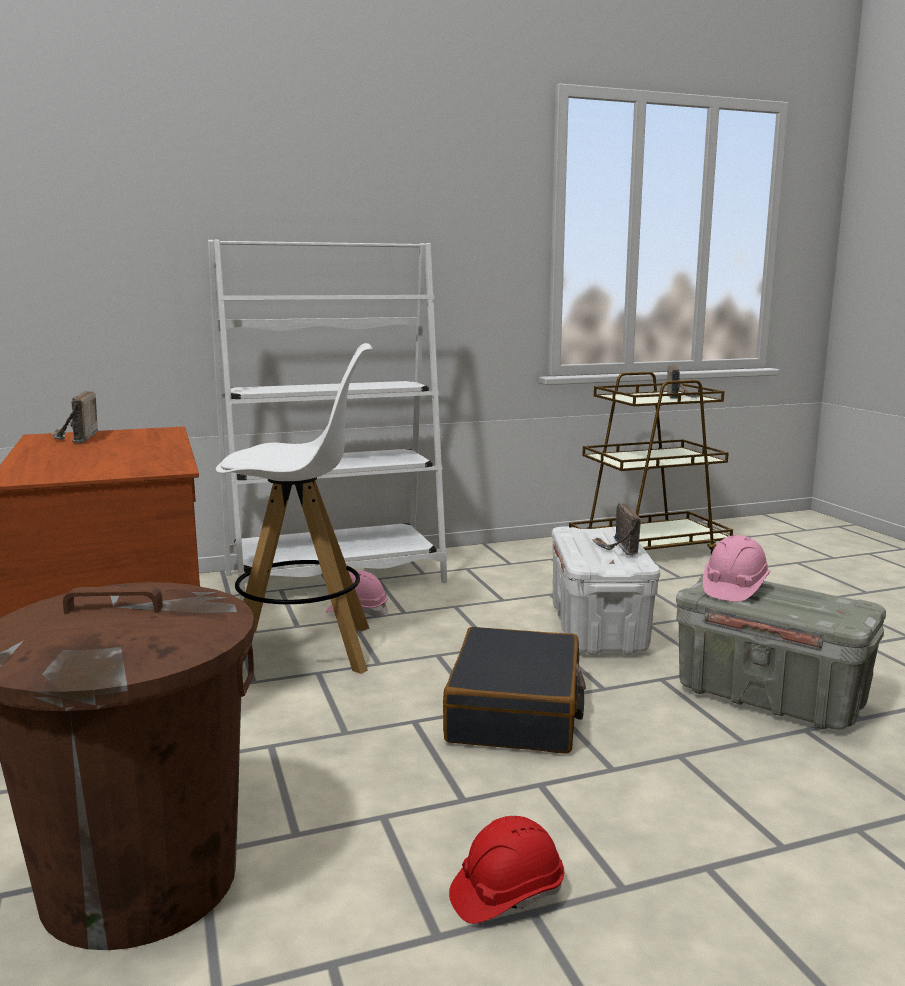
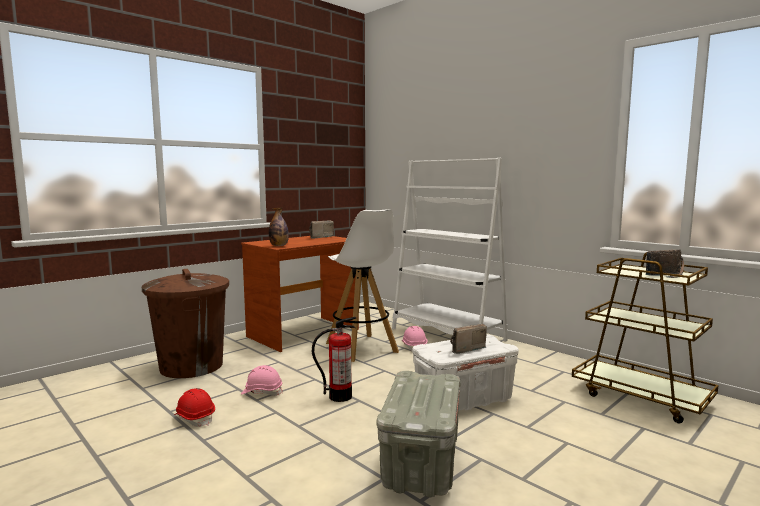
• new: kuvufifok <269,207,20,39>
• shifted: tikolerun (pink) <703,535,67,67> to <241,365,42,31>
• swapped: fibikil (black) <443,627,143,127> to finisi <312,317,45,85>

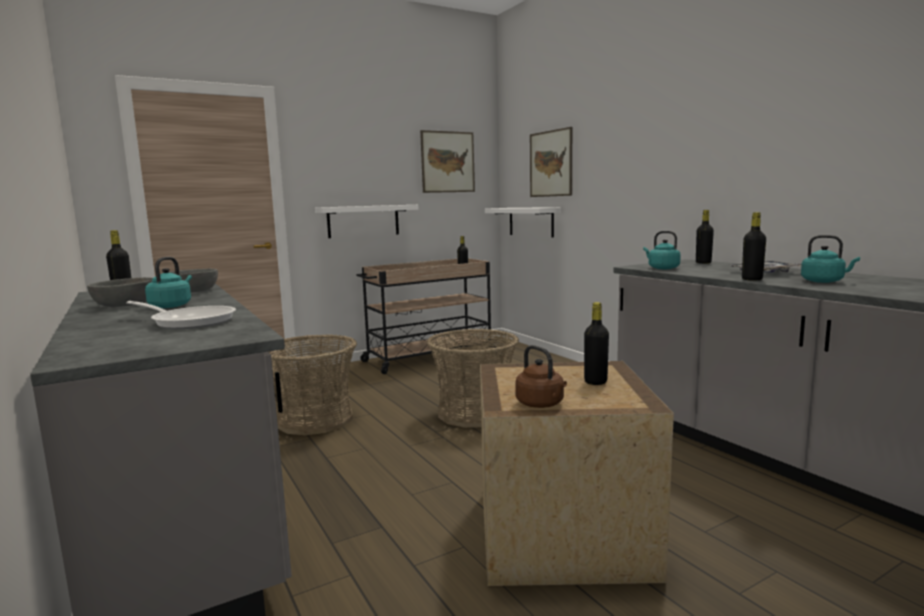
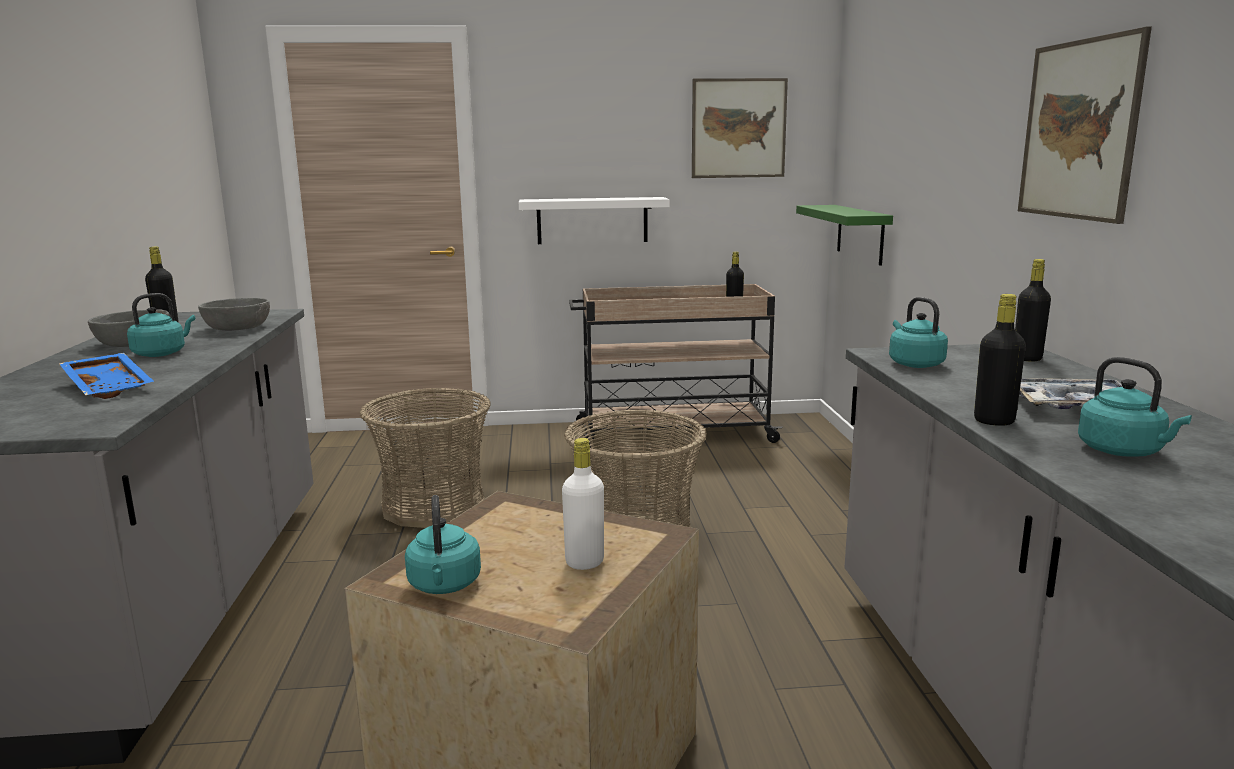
• shifted: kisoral <530,127,42,70> to <1018,27,134,197>
• swapped: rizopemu <126,301,110,28> to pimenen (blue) <59,353,95,46>
• repainted: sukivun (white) <485,207,76,31> to sukivun (green) <796,205,97,61>
• repainted: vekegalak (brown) <515,345,52,63> to vekegalak (turquoise) <405,495,76,99>
• repainted: kuvufifok (black) <584,302,25,83> to kuvufifok (white) <562,438,42,132>

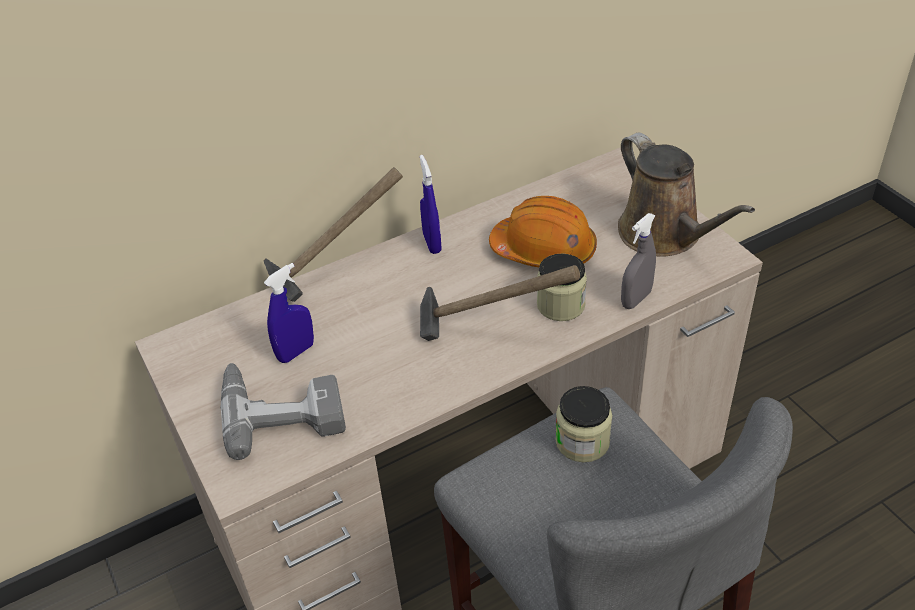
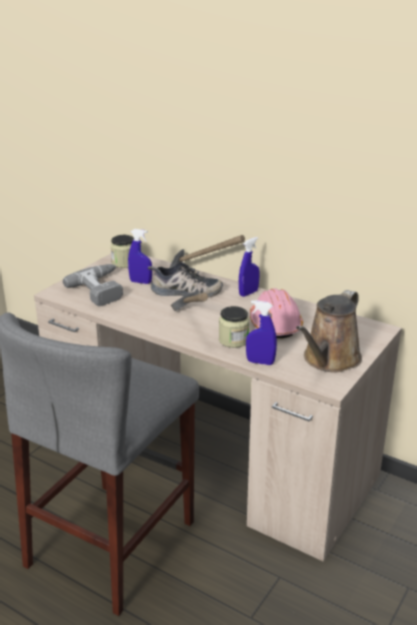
• new: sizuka <148,262,75,36>
• shifted: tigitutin <555,386,57,76> to <110,235,24,33>
• repainted: tikolerun (orange) <489,196,108,71> to tikolerun (pink) <250,288,53,50>
• repainted: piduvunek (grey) <621,213,35,96> to piduvunek (blue) <246,300,31,65>

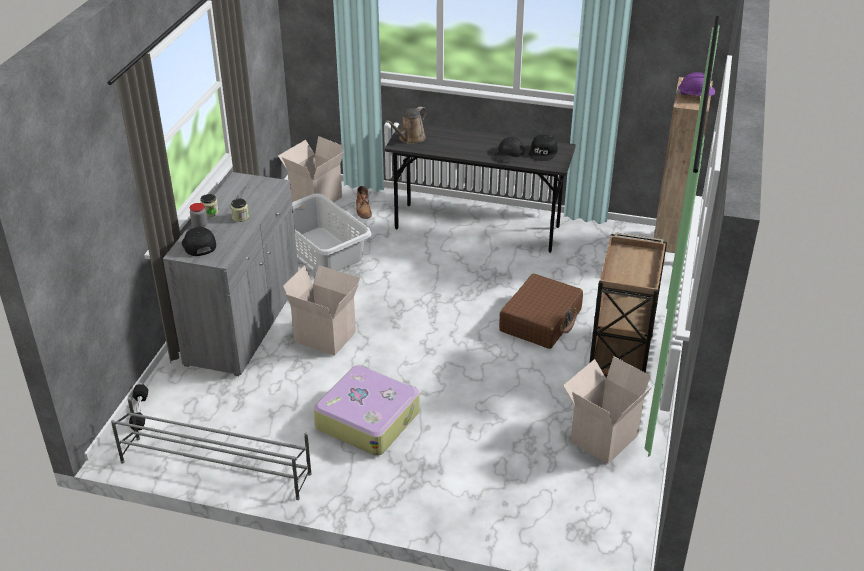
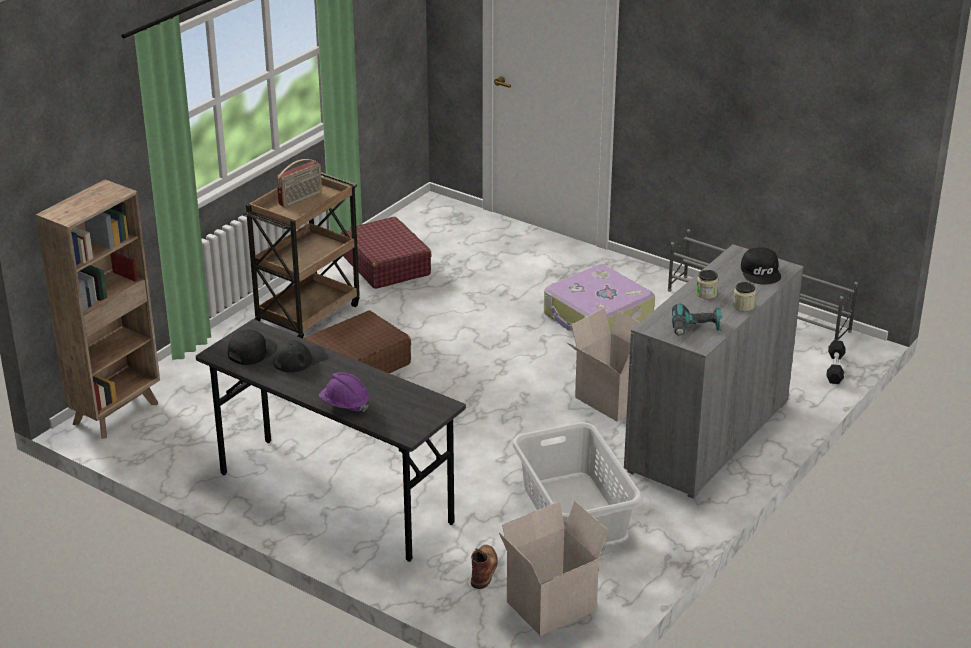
• gone: tigitutin <190,203,17,25>
• gone: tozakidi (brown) <385,107,42,37>
• new: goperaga <277,159,45,49>
• new: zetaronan <672,304,50,32>
• shifted: tikolerun (purple) <677,72,38,24> to <319,372,50,40>
• swapped: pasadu <563,357,90,107> to fibikil (red) <341,217,91,72>

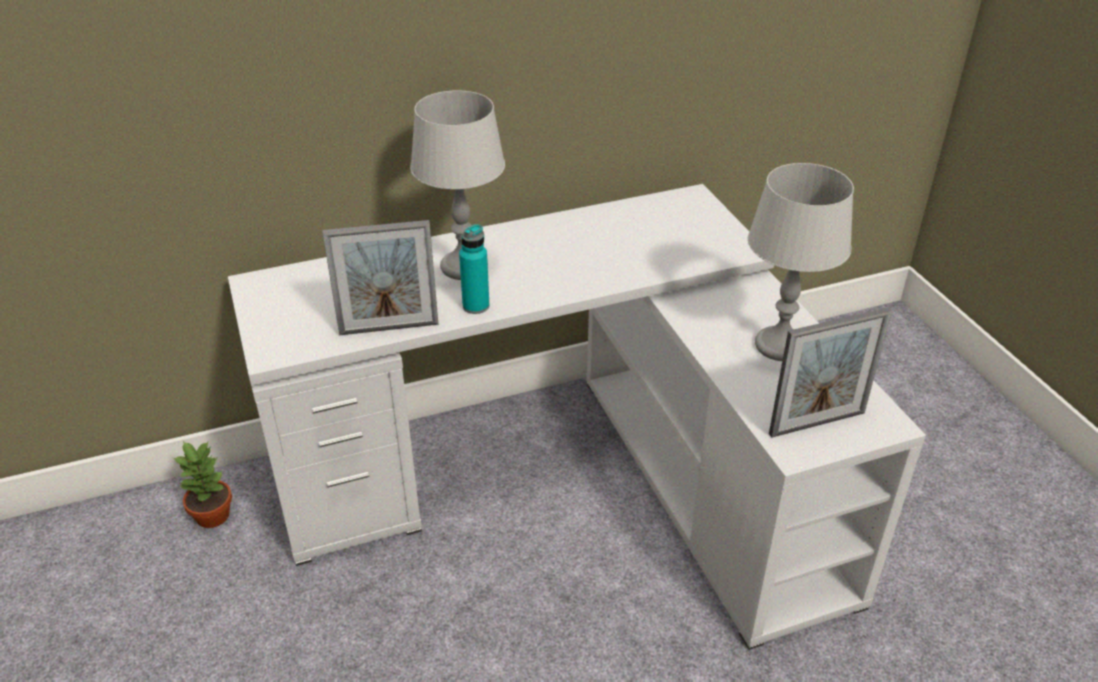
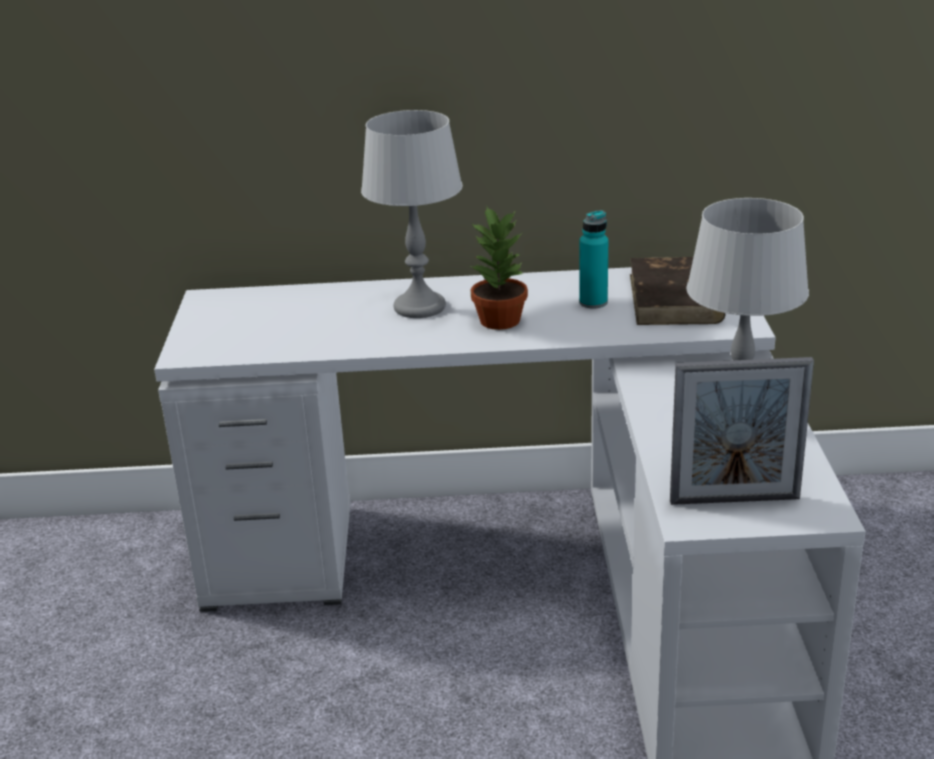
• gone: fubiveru <323,220,115,115>
• new: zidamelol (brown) <630,257,95,68>
• shifted: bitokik <173,441,59,87> to <470,205,58,125>
• shifted: kuvufifok (turquoise) <459,224,31,90> to <579,210,29,99>

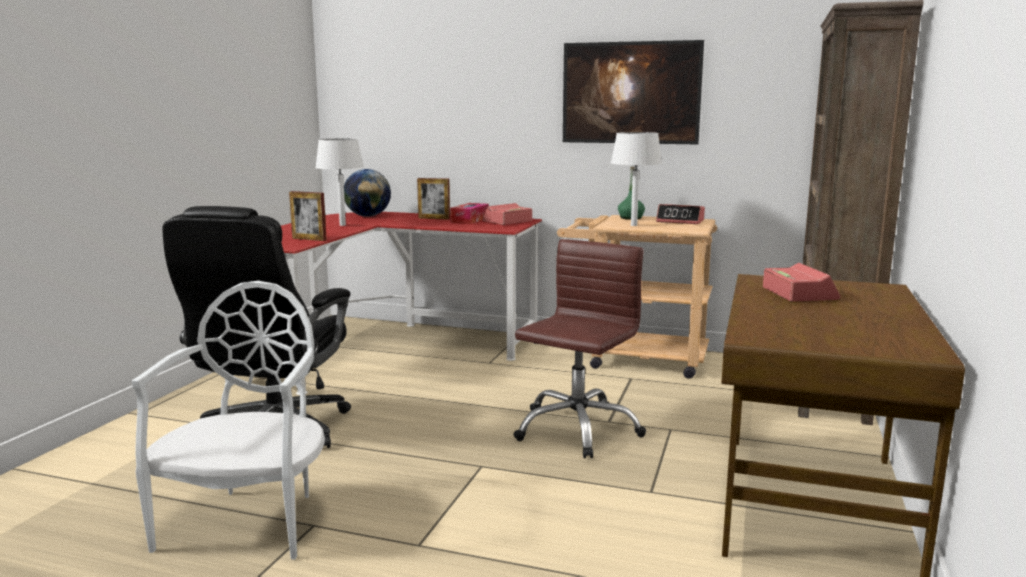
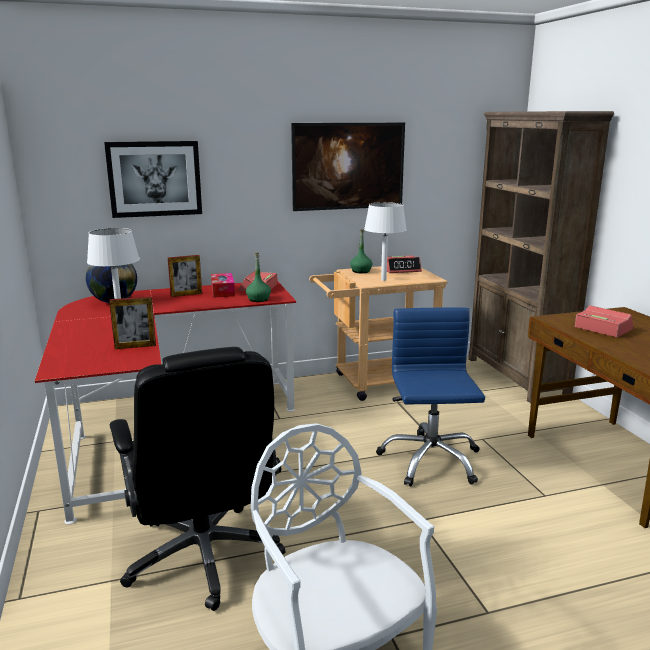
• new: kisoral <104,141,98,77>
• new: kuvufifok (green) <246,253,25,49>
• repainted: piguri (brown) <513,239,133,219> to piguri (blue) <376,307,109,179>

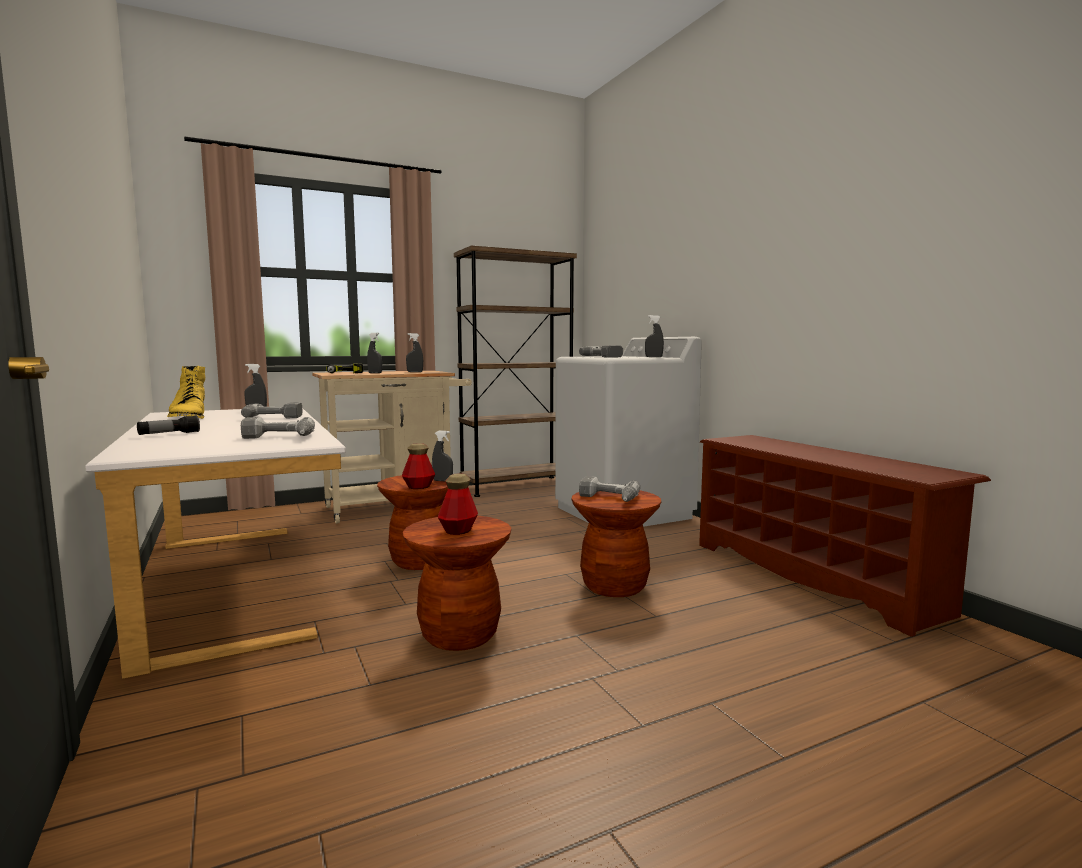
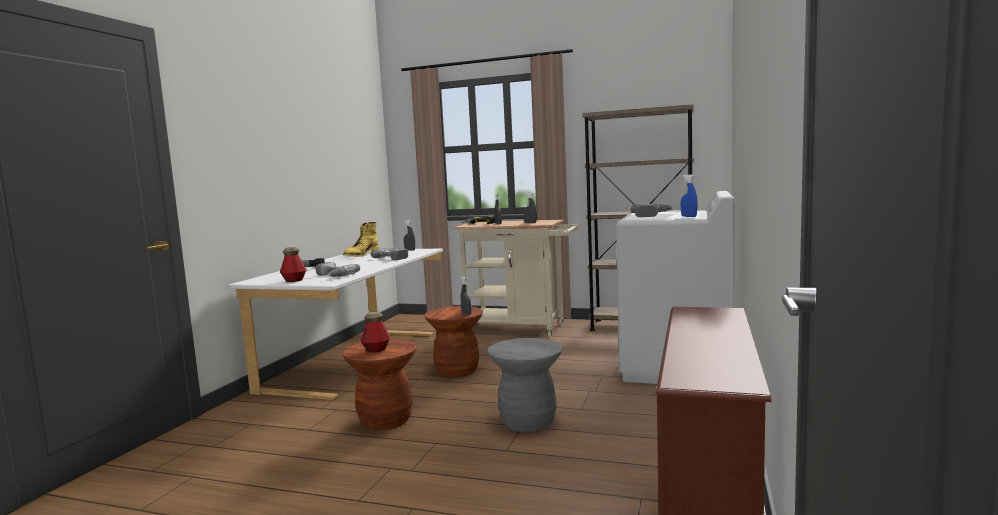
• gone: zetaronan <579,476,61,26>
• shifted: kuvufifok <402,443,33,46> to <280,247,27,35>
• repainted: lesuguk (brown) <572,490,89,107> to lesuguk (grey) <487,338,76,94>
• repainted: piduvunek (grey) <645,315,19,42> to piduvunek (blue) <681,174,17,43>

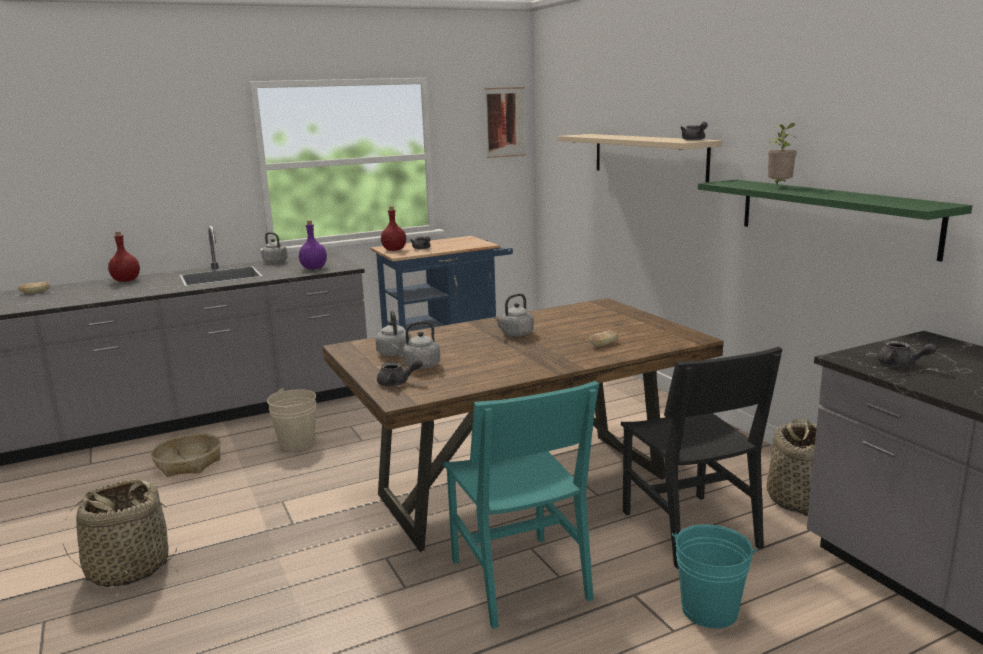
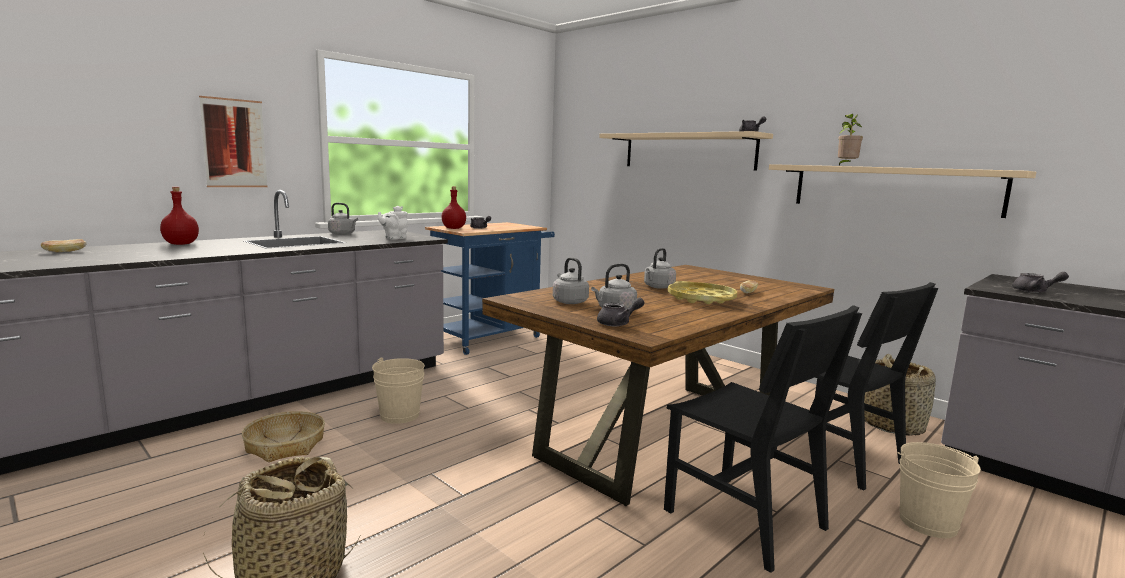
• new: pimenen (yellow) <668,281,69,23>
• shifted: kisoral <484,87,42,71> to <199,96,69,91>
• swapped: kuvufifok (purple) <299,221,28,48> to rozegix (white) <378,206,30,34>
• repainted: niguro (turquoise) <443,381,156,248> to niguro (black) <664,305,198,268>
• repainted: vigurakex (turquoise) <672,525,86,103> to vigurakex (beige) <898,442,83,96>
• repainted: sukivun (green) <698,180,274,82> to sukivun (beige) <769,164,267,54>

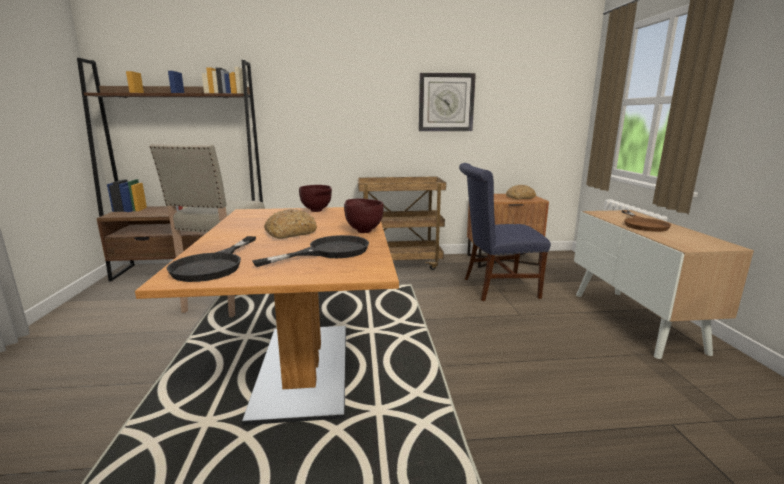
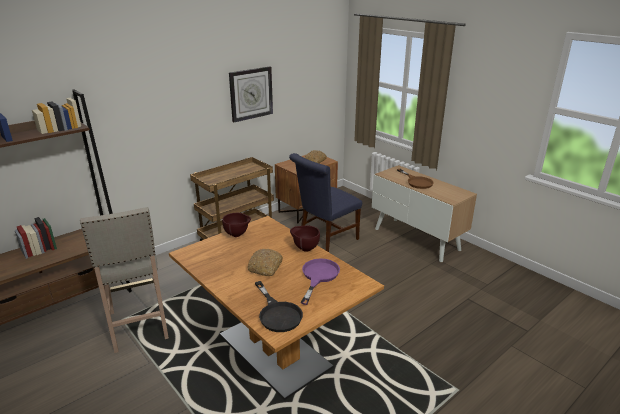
• repainted: rizopemu (black) <252,235,117,32> to rizopemu (purple) <301,258,39,47>

